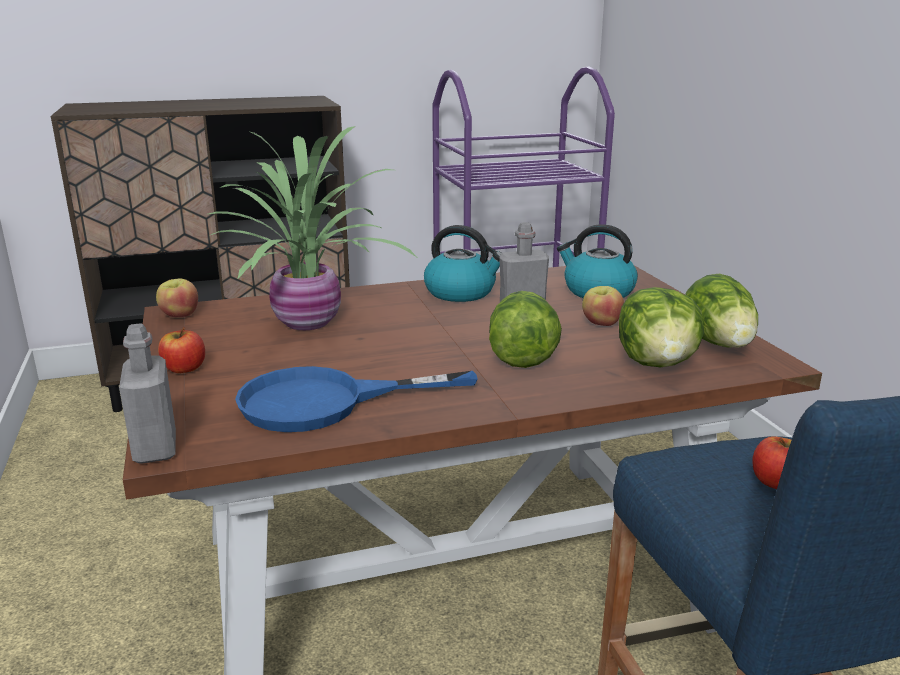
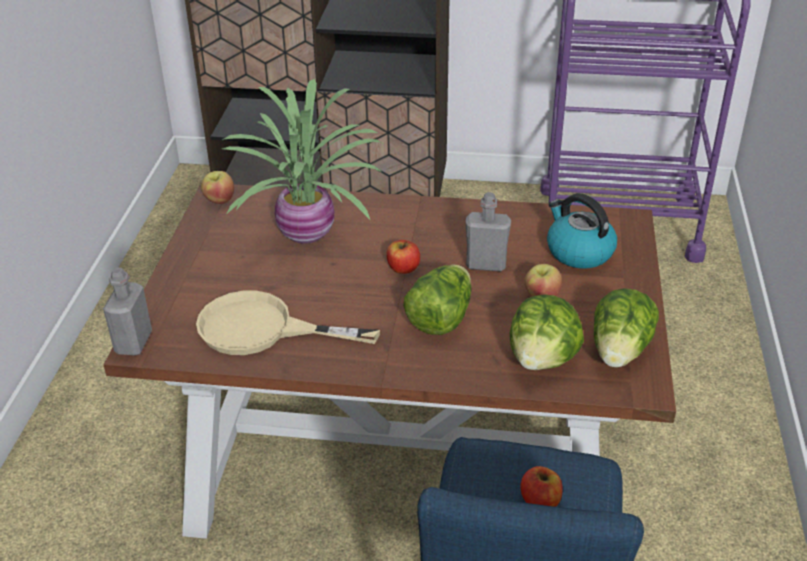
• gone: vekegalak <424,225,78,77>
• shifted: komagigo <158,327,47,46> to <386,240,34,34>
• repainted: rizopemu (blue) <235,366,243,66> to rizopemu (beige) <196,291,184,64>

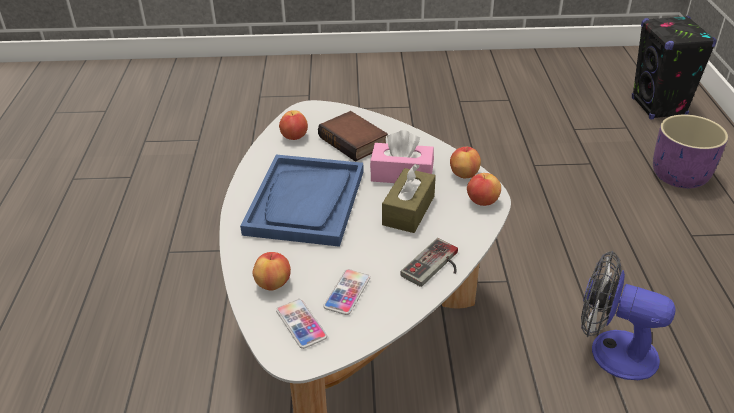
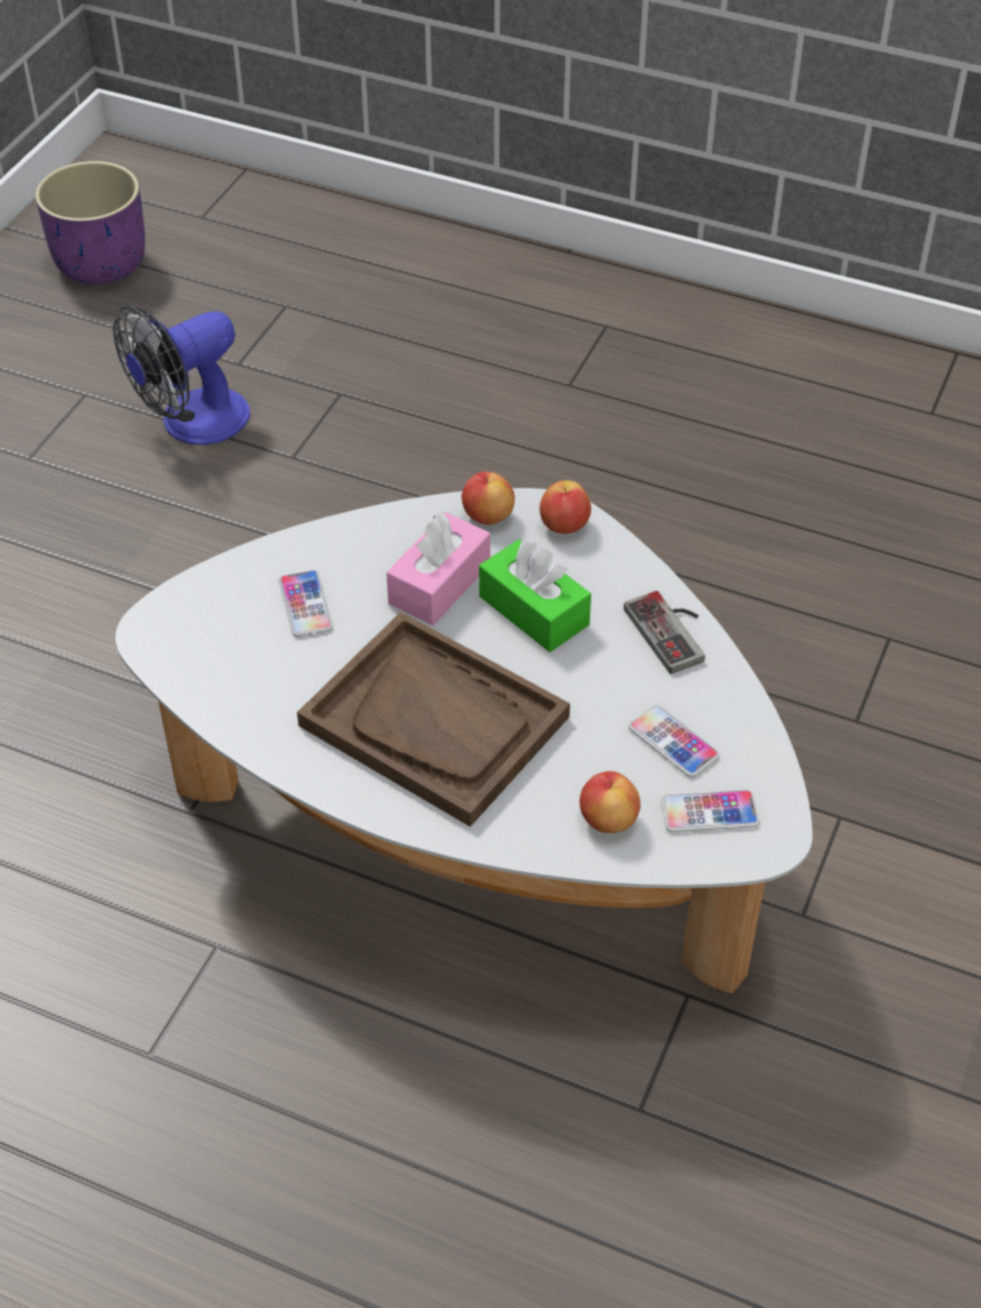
• gone: komagigo <279,110,29,30>
• gone: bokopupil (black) <632,16,85,103>
• shifted: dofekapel <581,250,95,130> to <113,306,137,139>
• shifted: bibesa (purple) <653,115,75,73> to <35,161,110,124>
• swapped: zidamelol <318,111,70,51> to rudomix <279,570,54,67>
• repainted: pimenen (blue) <240,155,124,92> to pimenen (brown) <297,612,273,215>
• repainted: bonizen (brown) <382,164,54,69> to bonizen (green) <479,539,112,113>

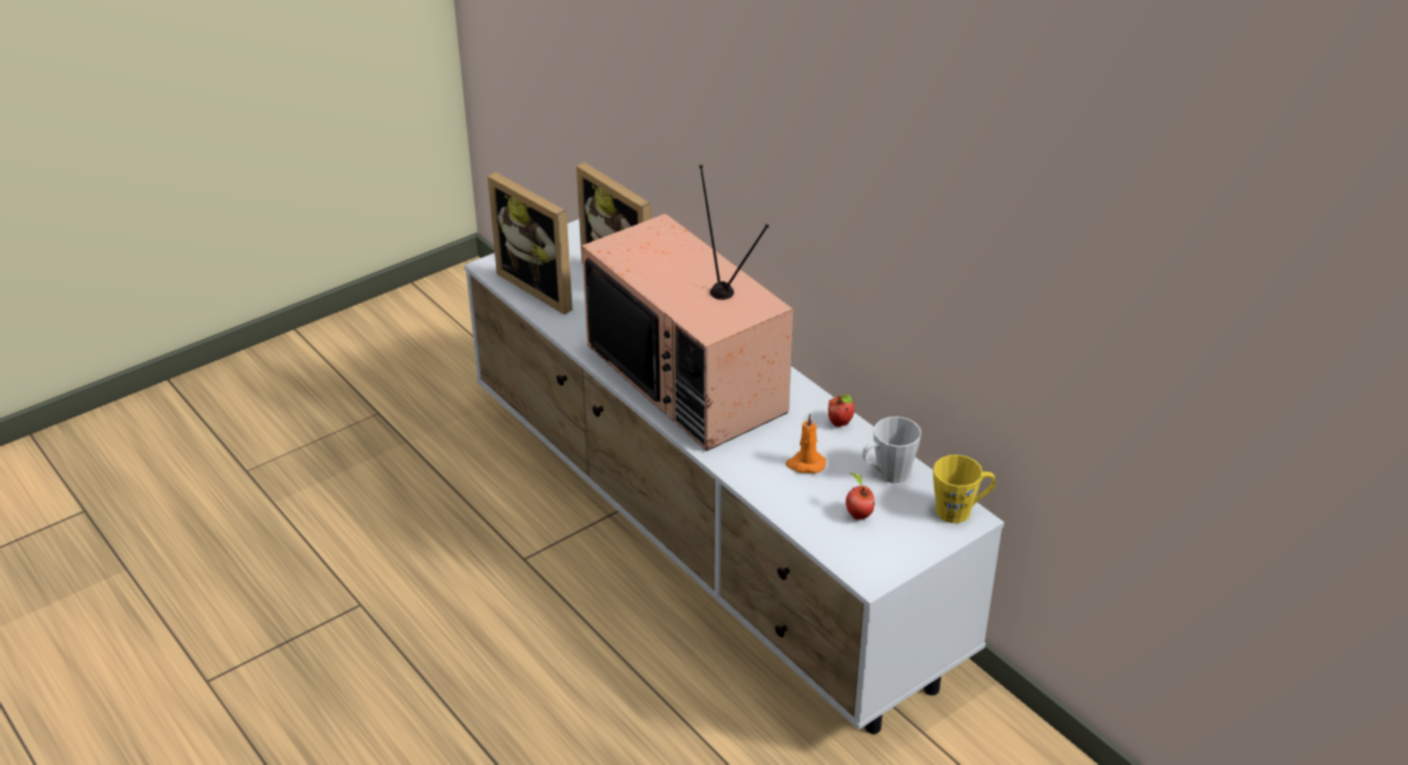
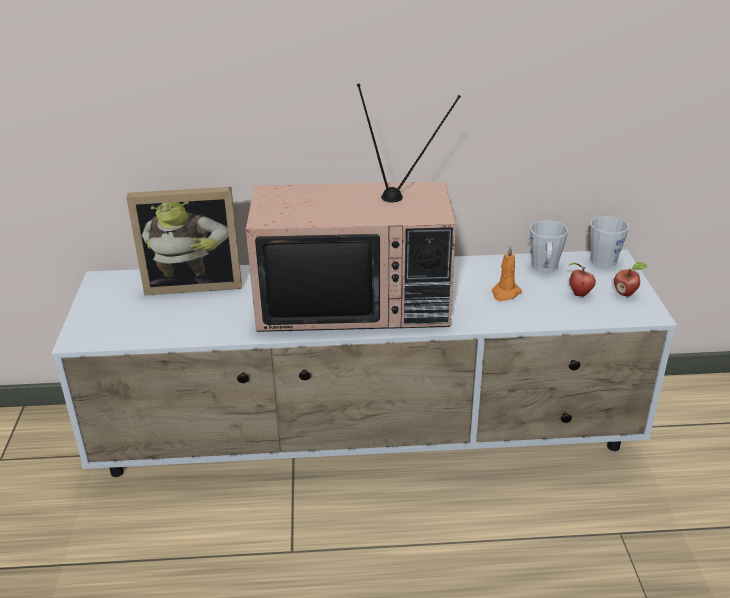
• gone: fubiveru <488,172,84,143>
• shifted: komagigo <828,394,27,33> to <614,262,33,35>
• repainted: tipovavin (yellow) <933,455,63,68> to tipovavin (grey) <590,216,39,52>

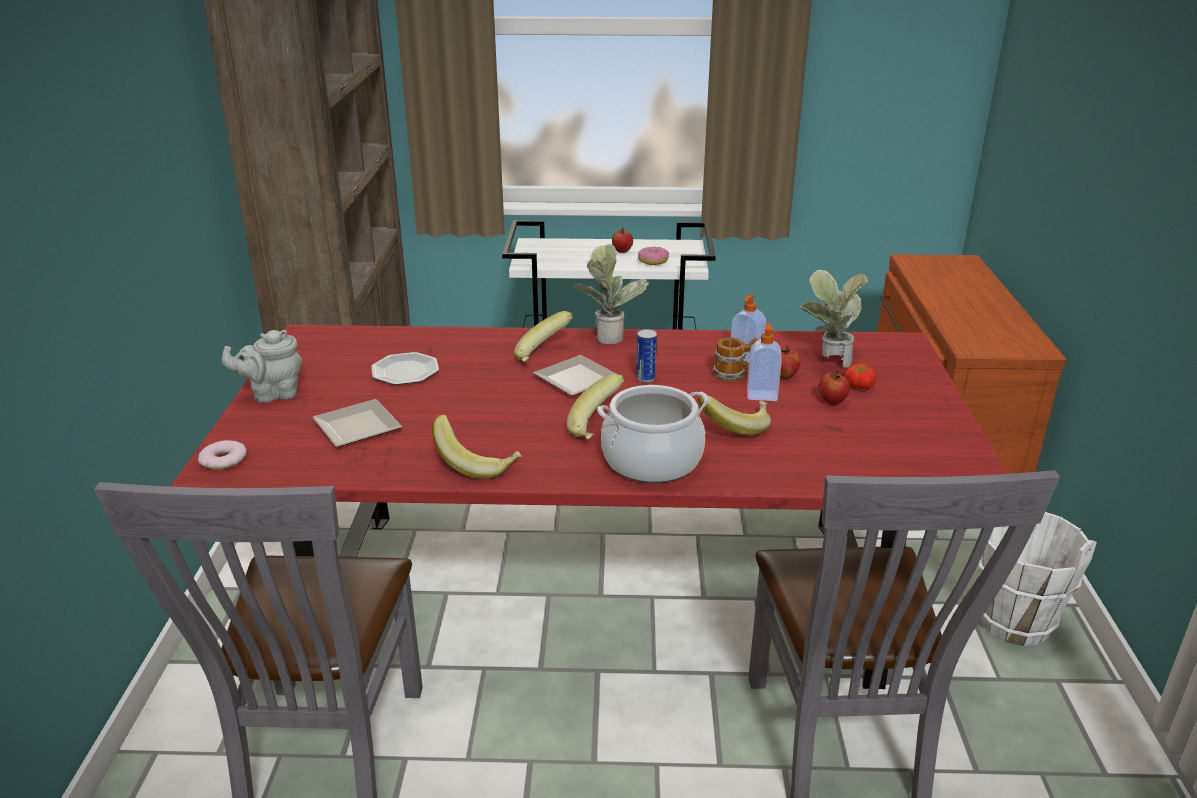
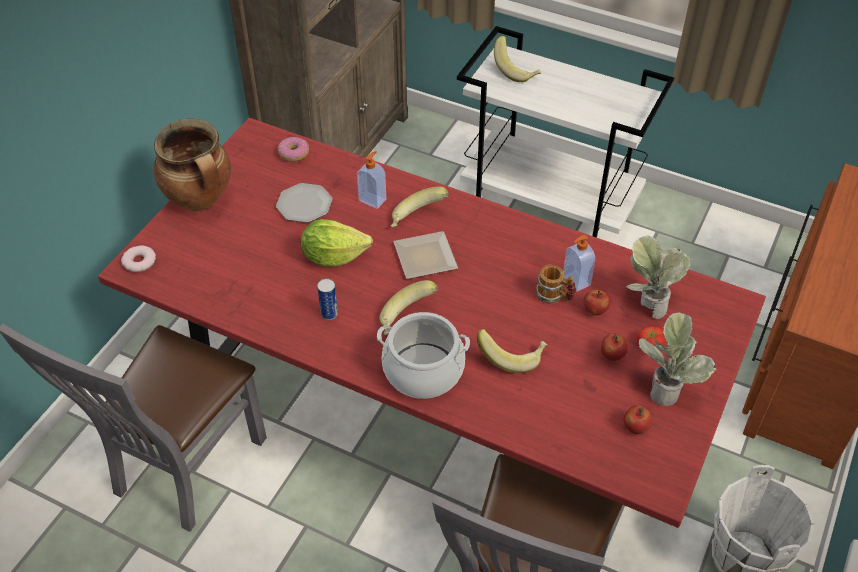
• gone: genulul <312,399,91,48>
• new: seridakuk <301,219,72,48>
• shifted: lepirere <432,415,90,64> to <494,36,47,46>
• shifted: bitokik <572,244,77,100> to <639,312,78,94>
• shifted: komagigo <612,227,21,26> to <624,405,28,29>
• shifted: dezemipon <636,329,21,54> to <317,279,21,41>
• shifted: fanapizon <638,247,31,18> to <278,137,31,25>
• shifted: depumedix <747,323,35,78> to <357,151,29,58>
• swapped: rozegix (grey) <222,330,80,73> to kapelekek <154,119,77,92>

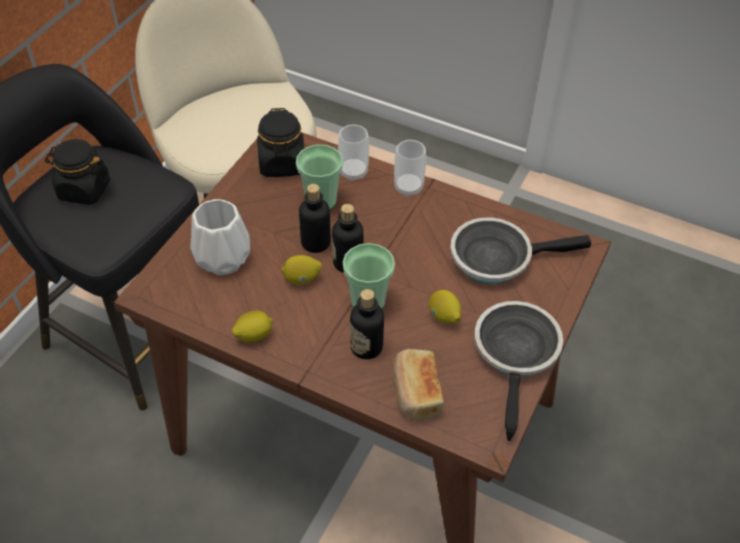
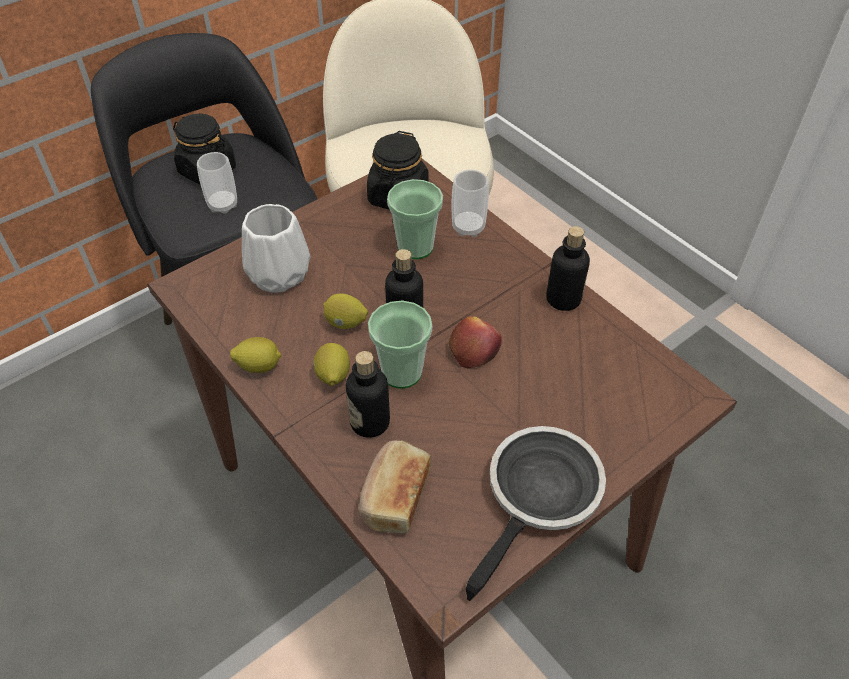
• gone: rizopemu <450,218,141,66>
• new: komagigo <449,316,53,53>
• shifted: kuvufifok <299,184,32,69> to <546,226,44,85>
• shifted: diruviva <394,140,32,57> to <197,152,40,62>
• shifted: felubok <429,290,32,34> to <313,343,37,43>

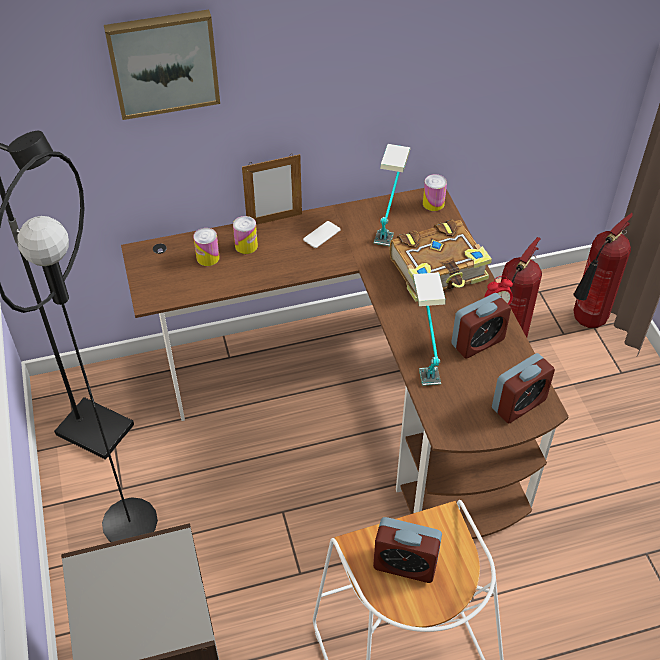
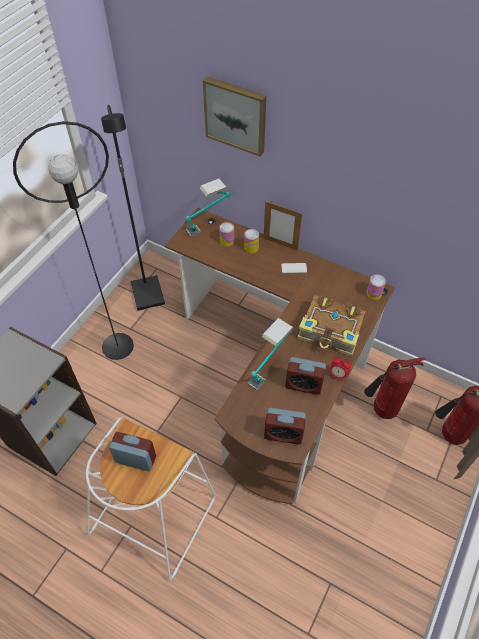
• shifted: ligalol <374,144,37,102> to <185,178,46,58>
• rotated: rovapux <373,517,69,66> = <109,432,47,40> 135 degrees clockwise

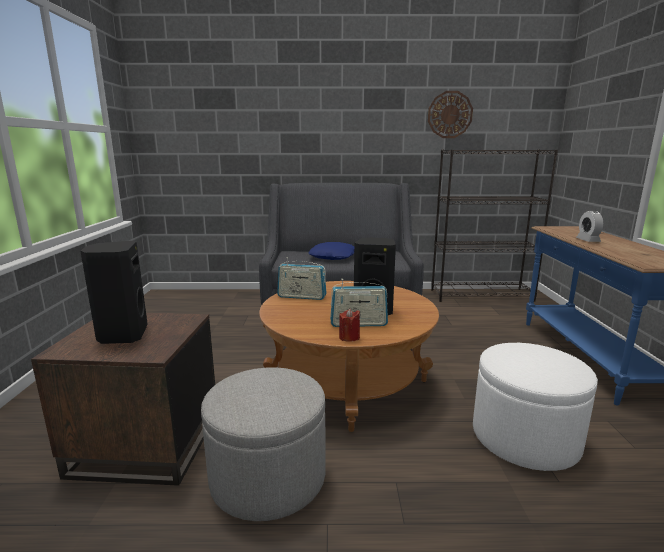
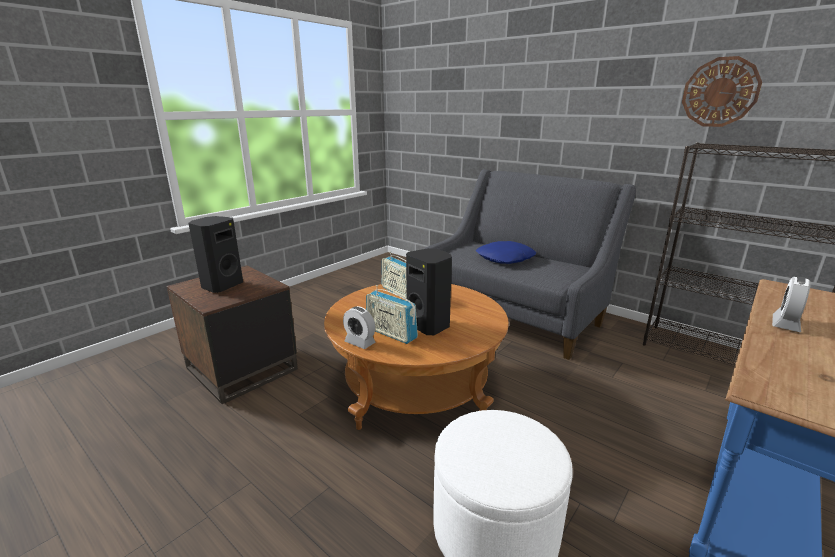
• gone: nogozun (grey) <201,367,125,154>
• swapped: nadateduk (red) <339,308,21,34> to rovapux <343,306,32,43>

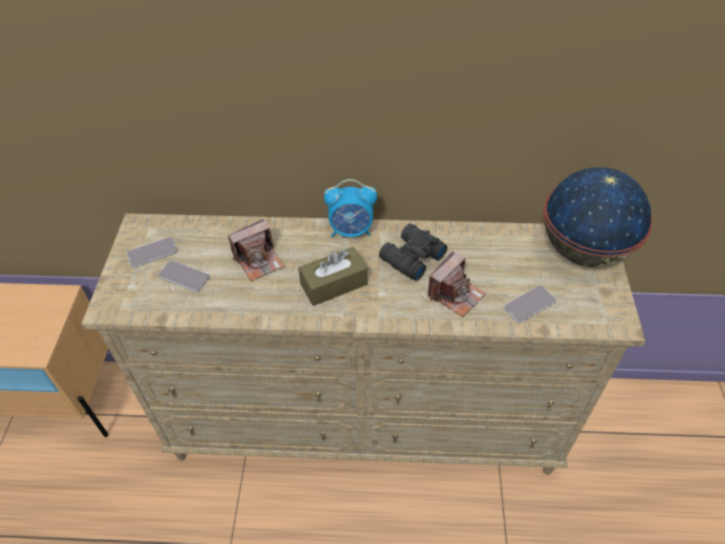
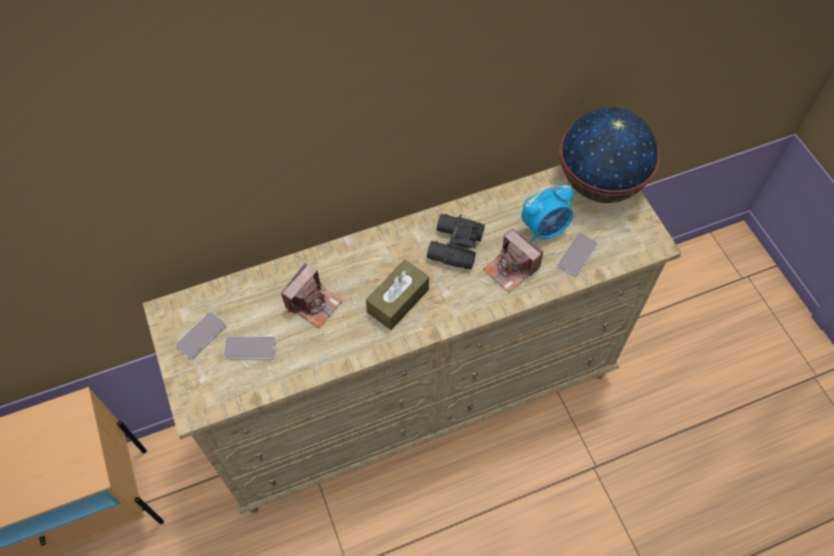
• shifted: rovapux <324,179,53,58> to <521,185,53,58>
• rotated: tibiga <428,251,58,66> = <483,229,60,63> 120 degrees clockwise

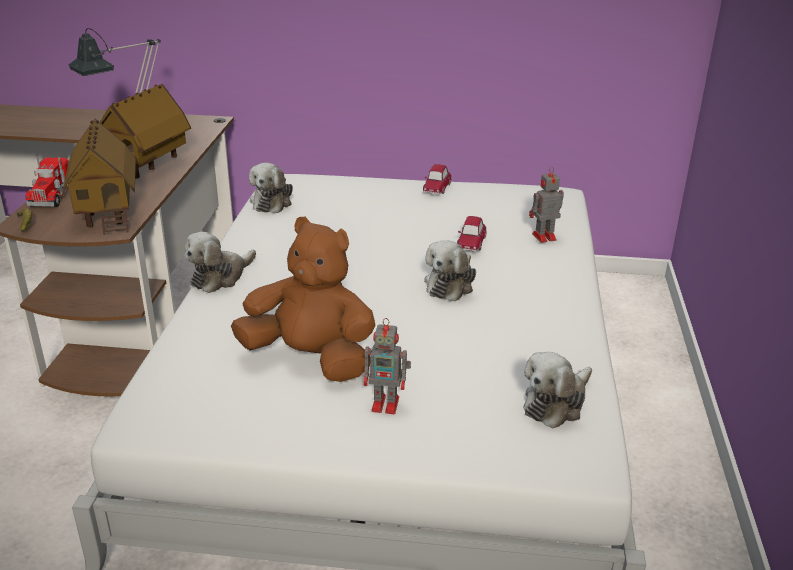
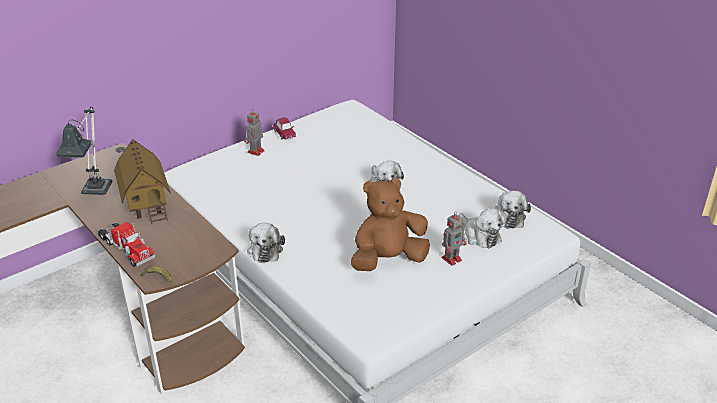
• gone: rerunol <61,119,75,116>
• gone: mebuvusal <457,216,30,35>
• shifted: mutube <249,163,44,50> to <459,208,46,40>
• shifted: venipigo <529,167,35,76> to <244,112,21,44>

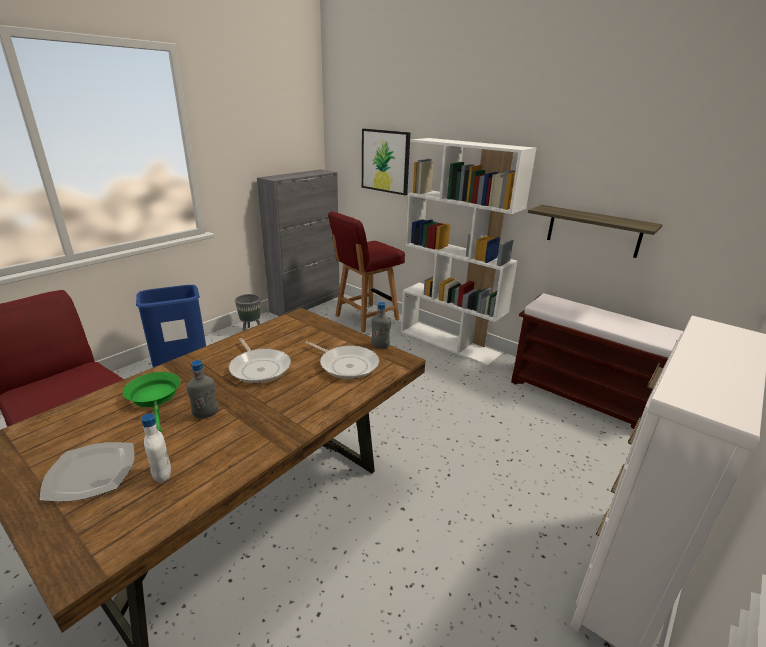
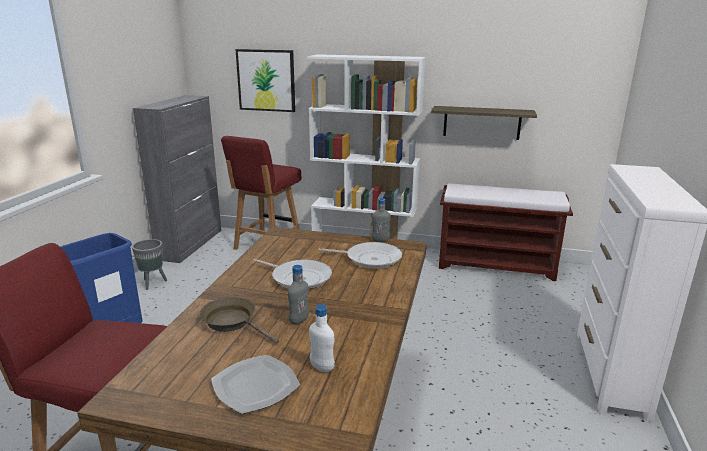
• repainted: rizopemu (green) <123,372,57,60> to rizopemu (brown) <200,297,79,46>

